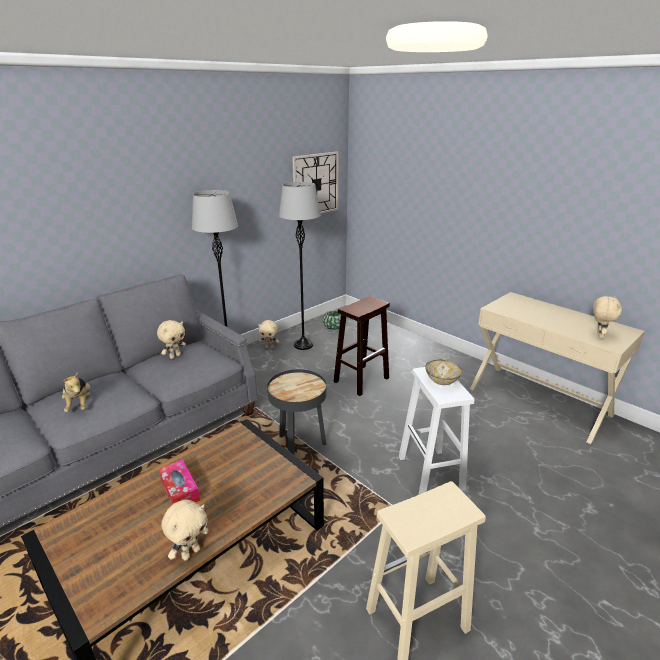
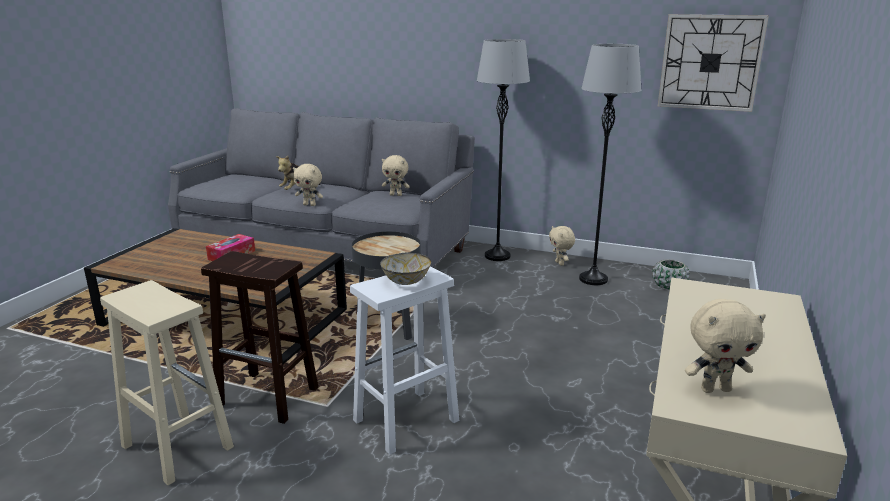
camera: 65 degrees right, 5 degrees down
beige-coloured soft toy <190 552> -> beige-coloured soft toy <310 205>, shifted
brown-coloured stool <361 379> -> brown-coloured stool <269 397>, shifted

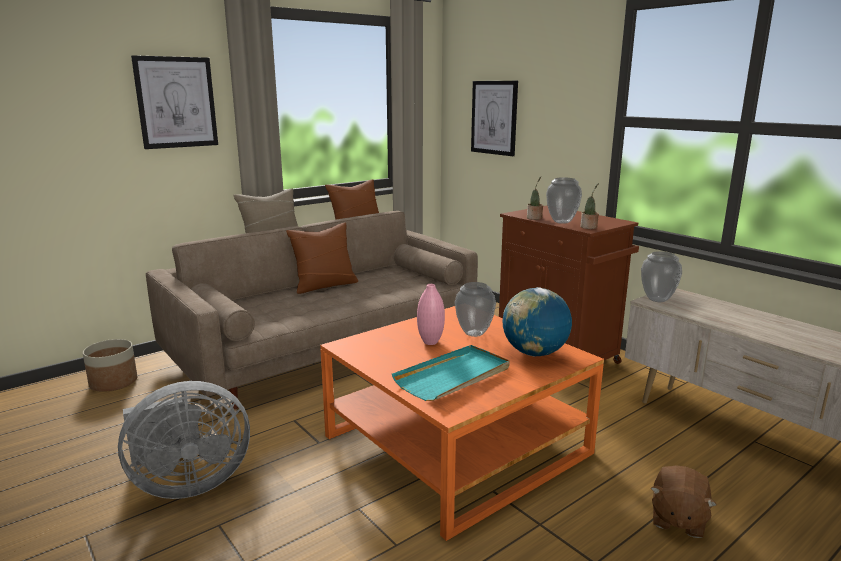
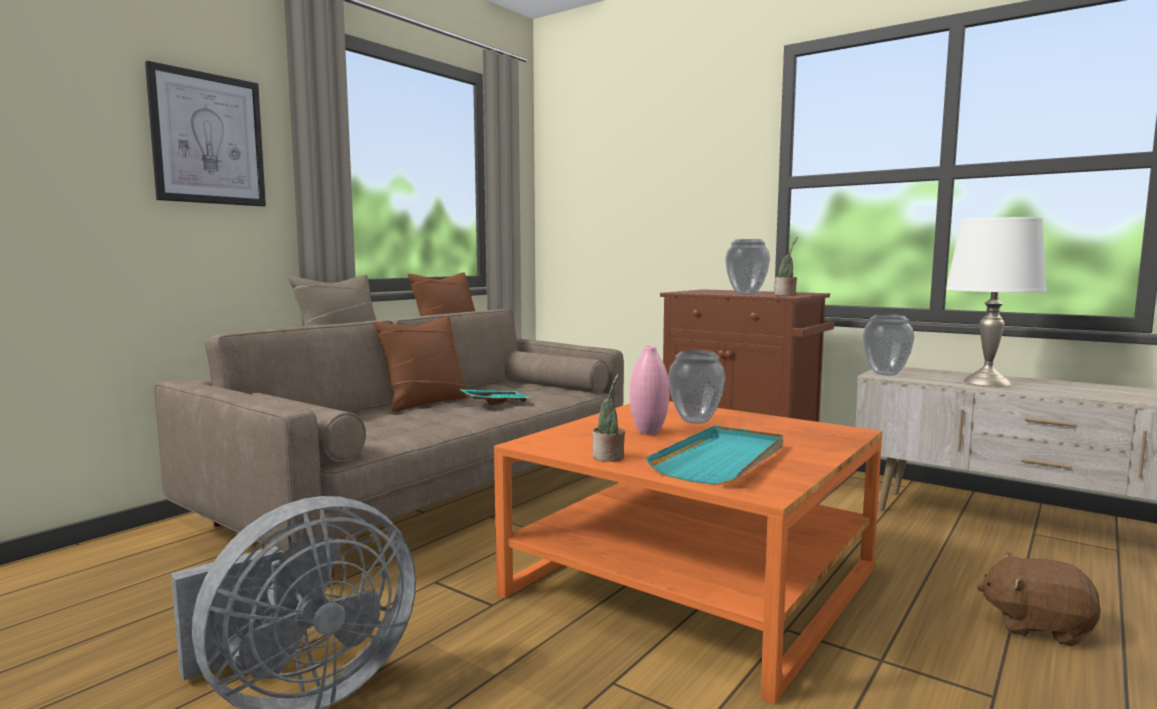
camera: 15 degrees left, 10 degrees down
flower pot <114 382> -> none
wall art <494 117> -> none
world globe <534 353> -> none
none -> turquoise-coloured carrying tray <494 403>
none -> whitish tabletop lamp <986 382>
potted plant <534 218> -> potted plant <609 458>, shifted
brown-coloured soft toy <677 519> -> brown-coloured soft toy <1037 626>, 105 degrees clockwise

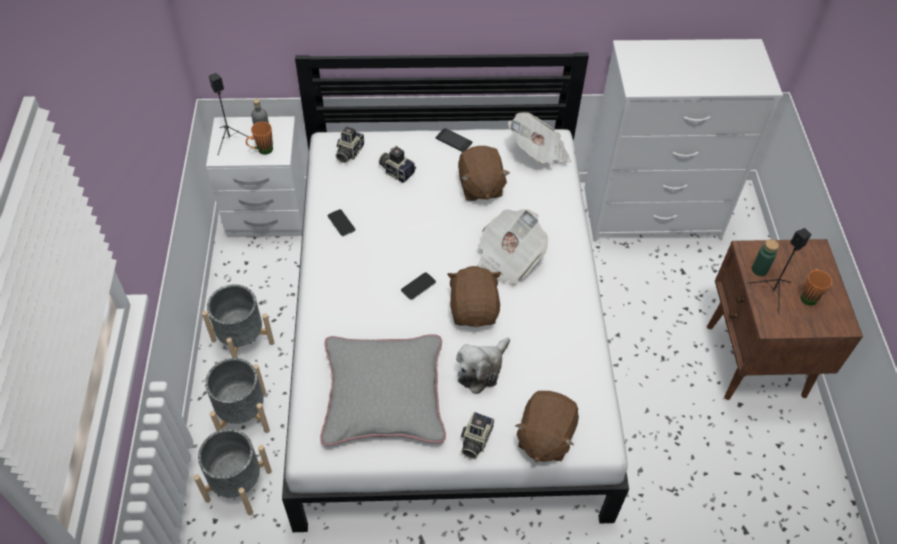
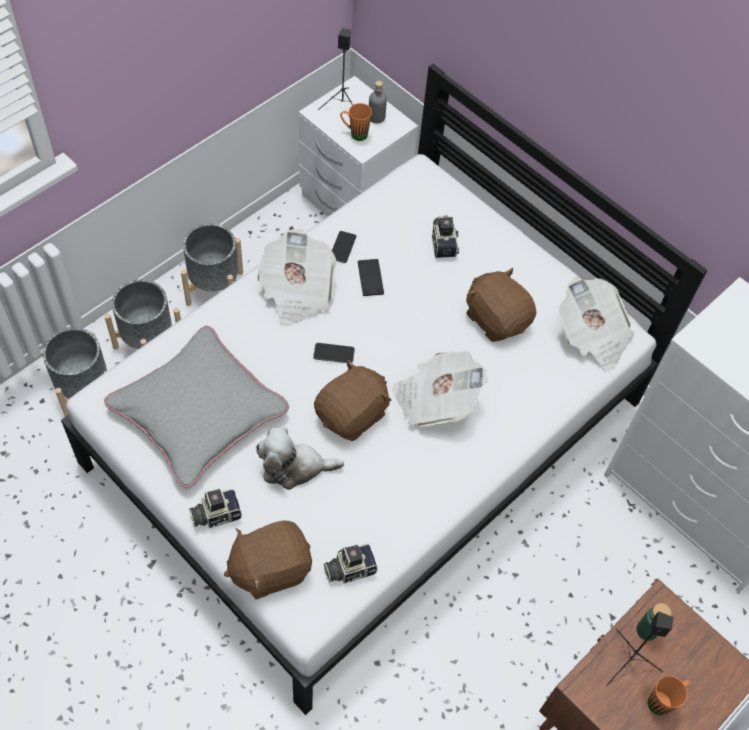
camera: 45 degrees right, 5 degrees up
none -> printed paper <297 291>
photo camera <348 152> -> photo camera <349 568>, shifted
telephone <453 140> -> telephone <370 278>, shifted
brown-coloured soft toy <480 187> -> brown-coloured soft toy <497 319>, 105 degrees clockwise

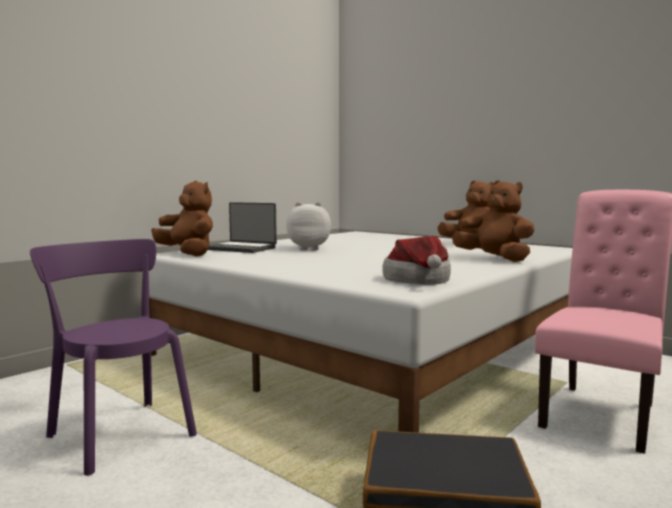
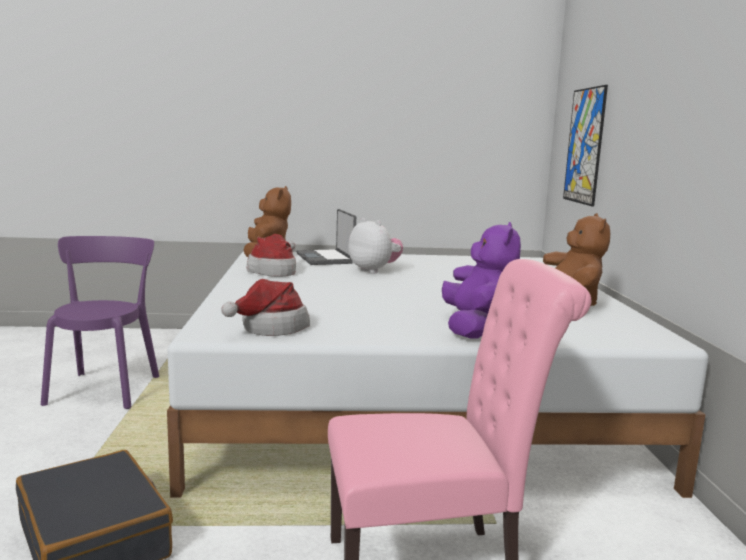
camera: 45 degrees right, 5 degrees up
none -> hat <274 271>
none -> wall art <584 146>
brown-coloured soft toy <495 259> -> purple soft toy <475 328>

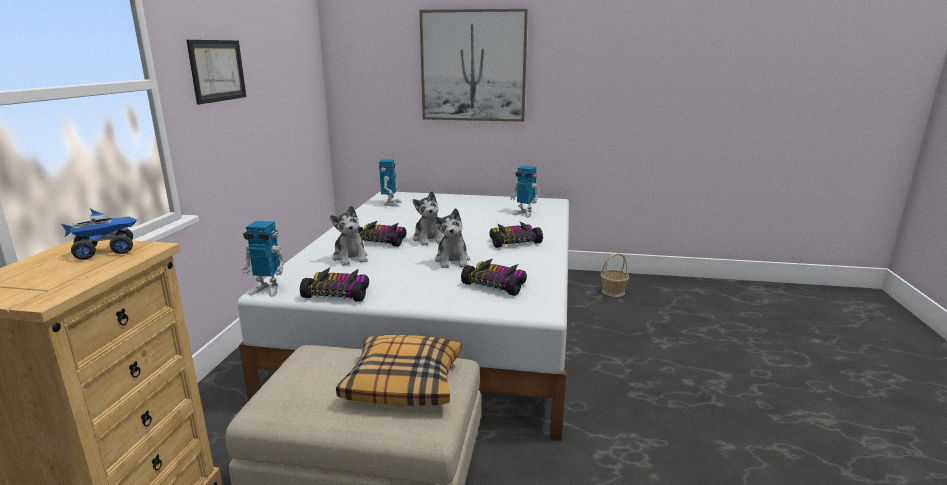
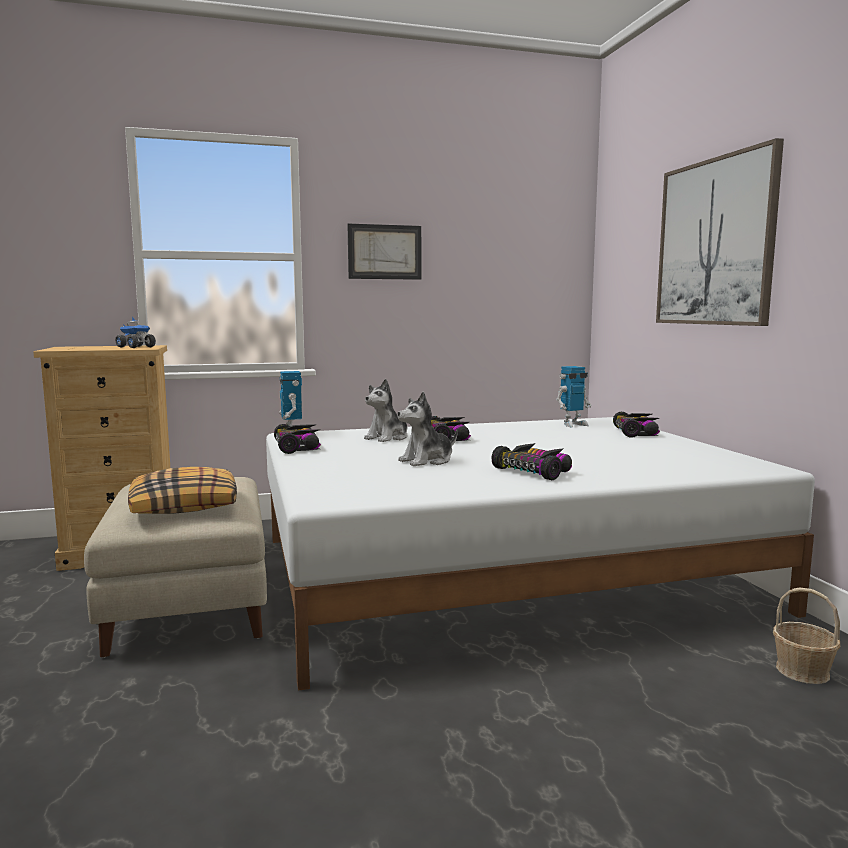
camera: 65 degrees right, 10 degrees down
soft toy <429 239> -> none
robot figure <524 214> -> none
toy car <496 285> -> toy car <636 433>, shifted

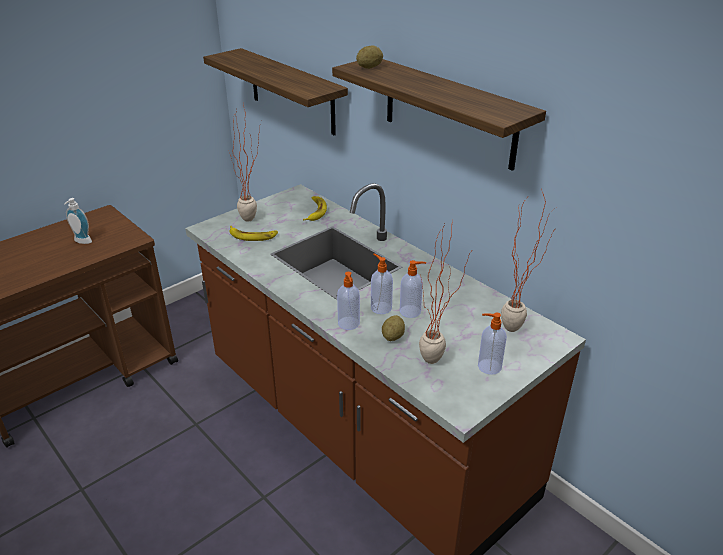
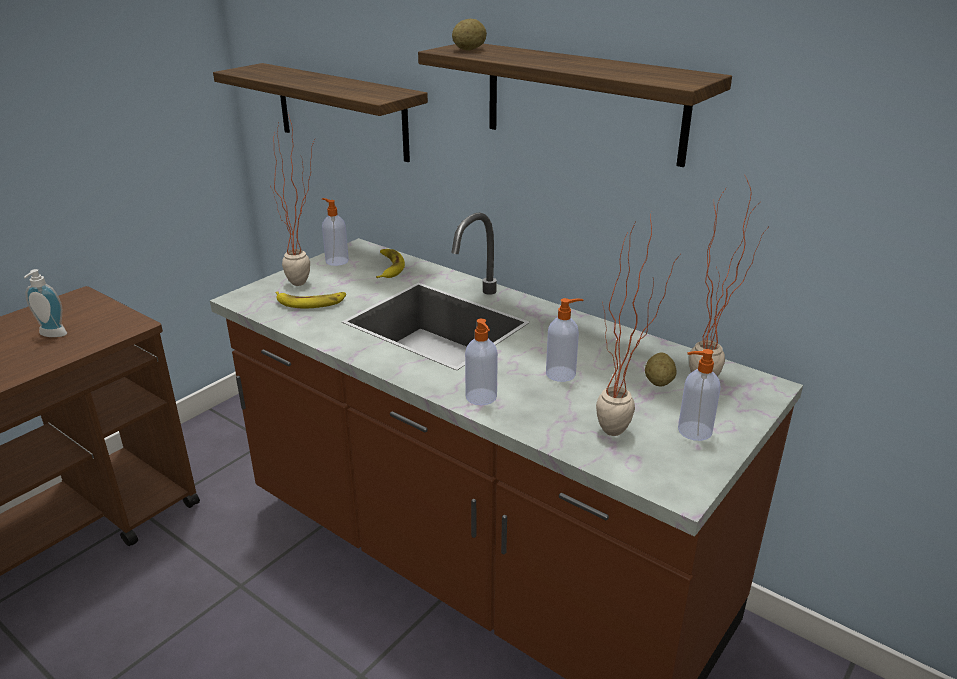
camera: 10 degrees left, 5 degrees down
liquid soap bottle <380 307> -> liquid soap bottle <336 261>, shifted
whole potato <393 336> -> whole potato <659 382>, shifted

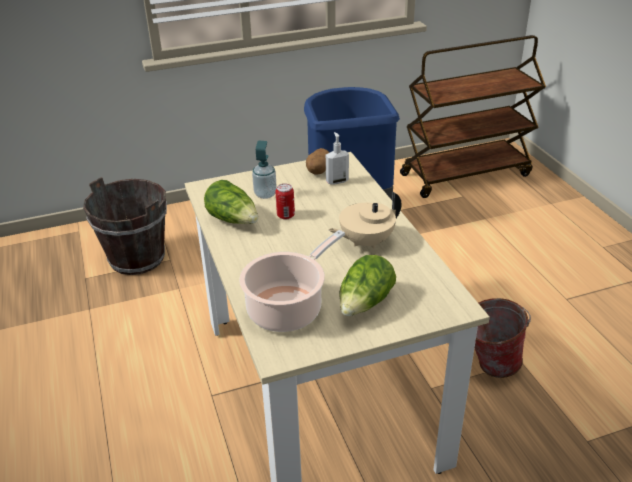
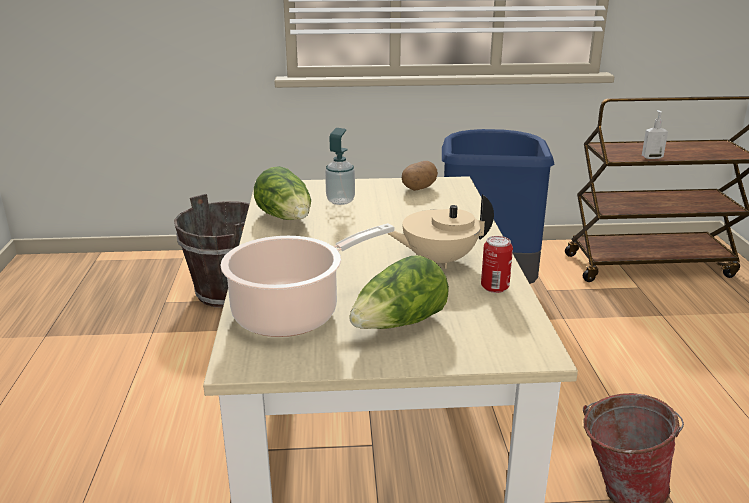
camera: 15 degrees right, 10 degrees down
can <285 215> -> can <494 287>, shifted
liquid soap bottle <337 181> -> liquid soap bottle <651 157>, shifted

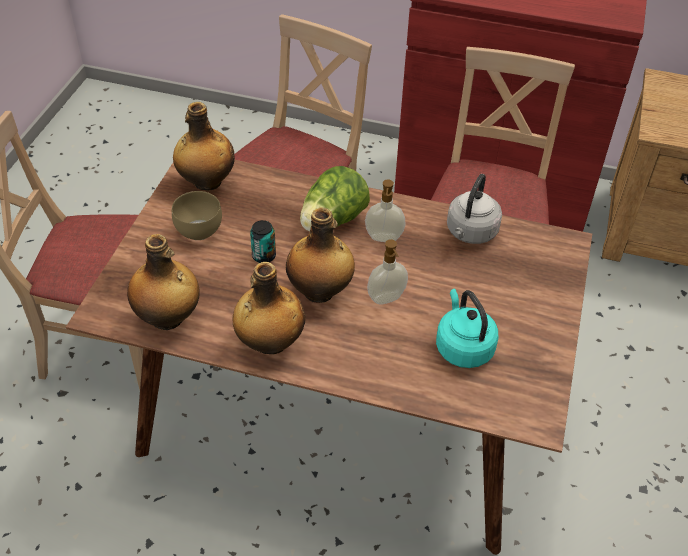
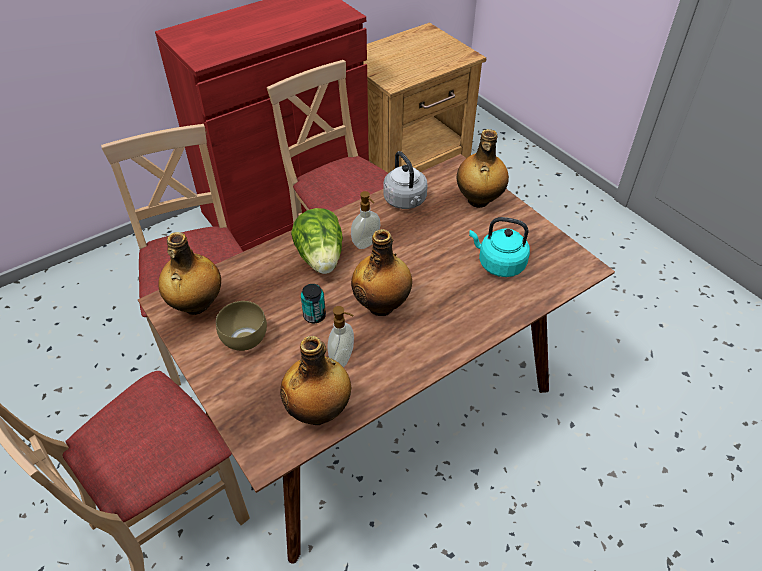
camera: 50 degrees left, 0 degrees up
bottle <269 343> -> bottle <478 200>, shifted
liquid soap bottle <386 299> -> liquid soap bottle <343 358>, shifted

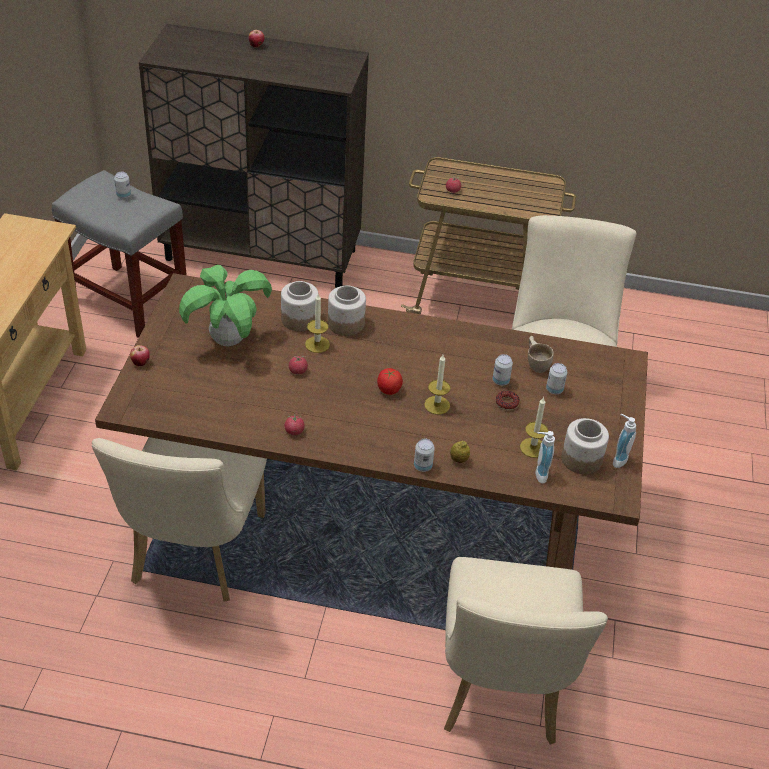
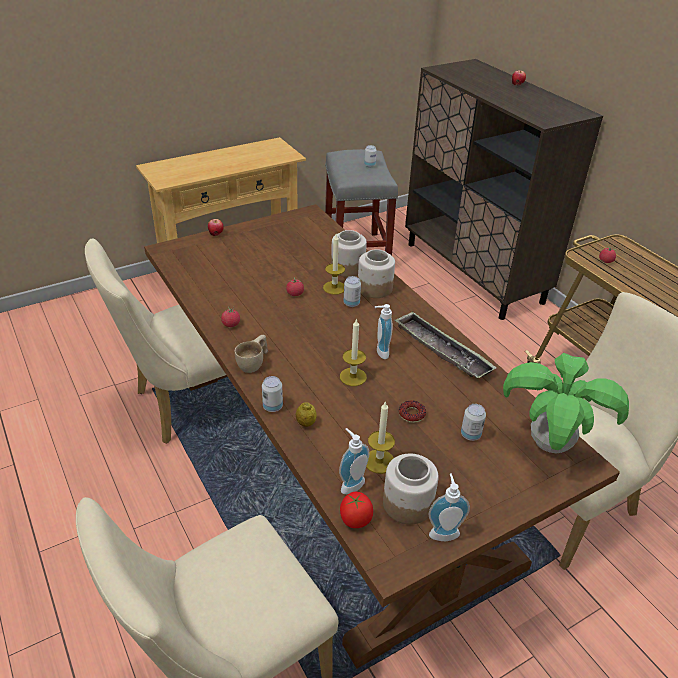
camera: 50 degrees right, 5 degrees down
none -> liquid soap bottle <380 352>
none -> carrying tray <442 350>
potted plant <228 340> -> potted plant <550 444>, shifted
fresh tomato <388 390> -> fresh tomato <355 520>, shifted
can <500 381> -> can <351 303>, shifted
beige-coloured drinking cup <536 363> -> beige-coloured drinking cup <254 363>, shifted

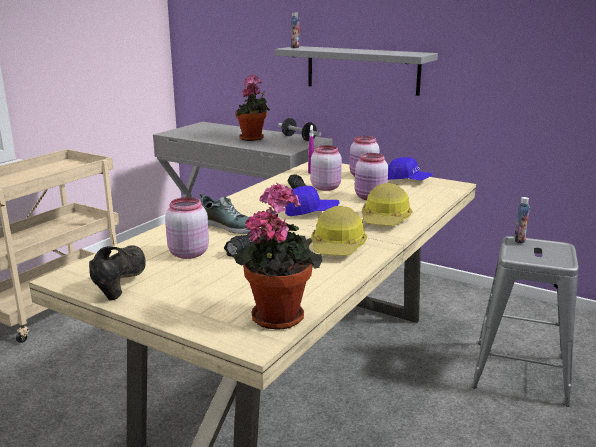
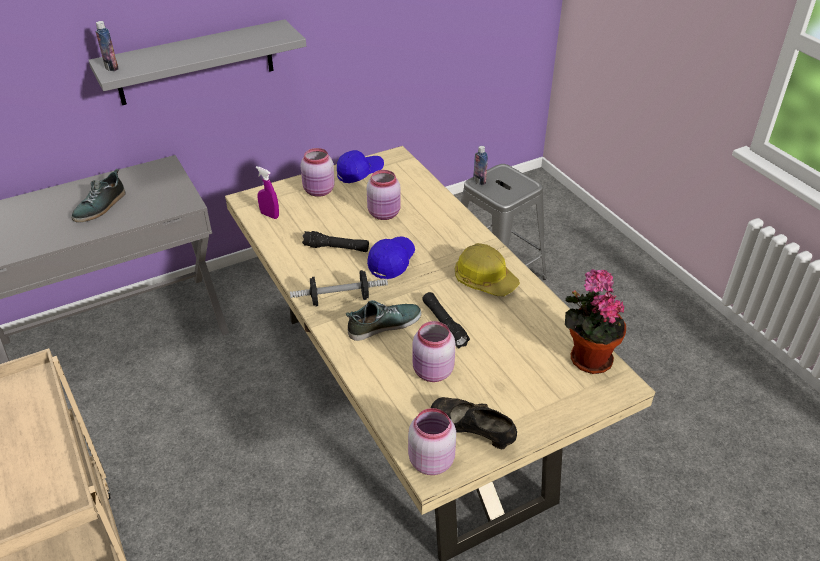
camera: 60 degrees left, 20 degrees up
hard hat <385 220> -> none
hand weight <299 138> -> hand weight <340 299>, shifted
pink-coloured storage jar <326 187> -> pink-coloured storage jar <430 460>, shifted
potted plant <253 139> -> low shoe <100 206>

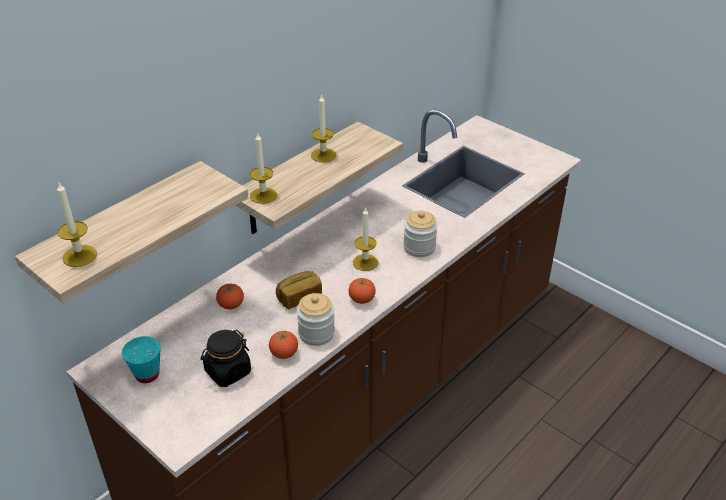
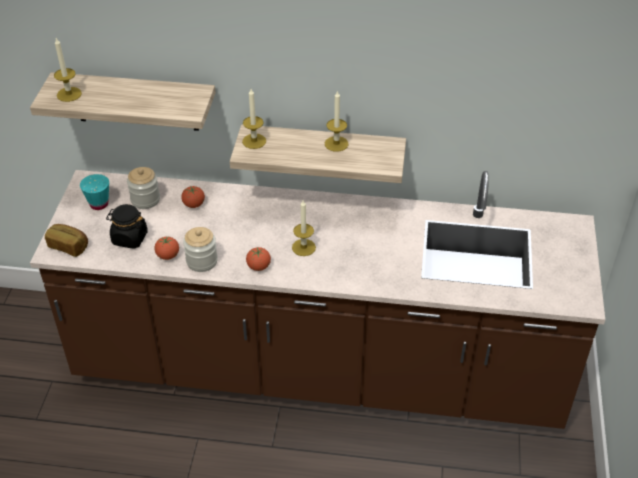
camera: 55 degrees right, 5 degrees up
baked bread <299 297> -> baked bread <69 246>, shifted
storage jar <419 247> -> storage jar <145 200>, shifted

